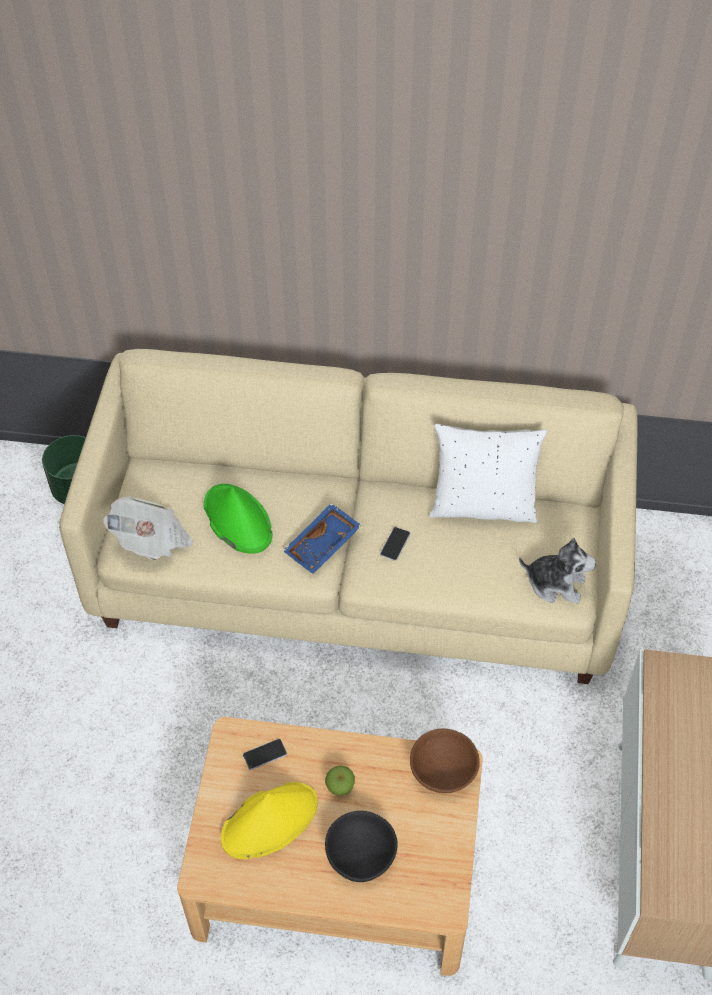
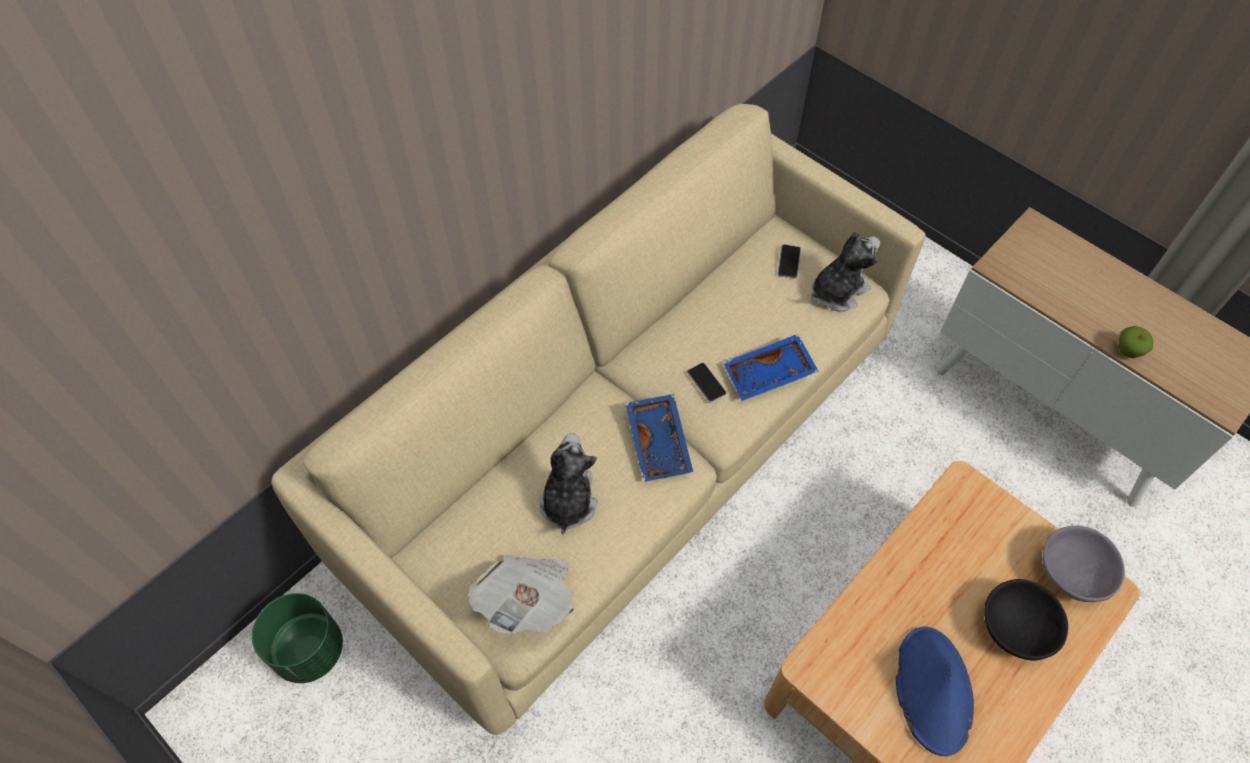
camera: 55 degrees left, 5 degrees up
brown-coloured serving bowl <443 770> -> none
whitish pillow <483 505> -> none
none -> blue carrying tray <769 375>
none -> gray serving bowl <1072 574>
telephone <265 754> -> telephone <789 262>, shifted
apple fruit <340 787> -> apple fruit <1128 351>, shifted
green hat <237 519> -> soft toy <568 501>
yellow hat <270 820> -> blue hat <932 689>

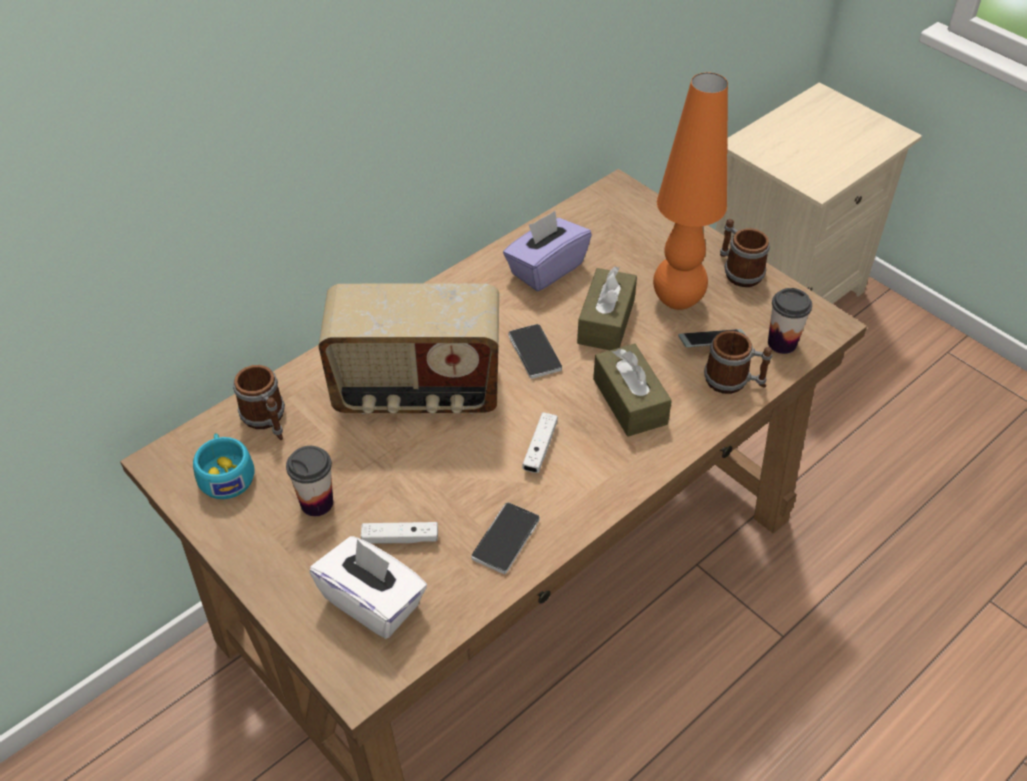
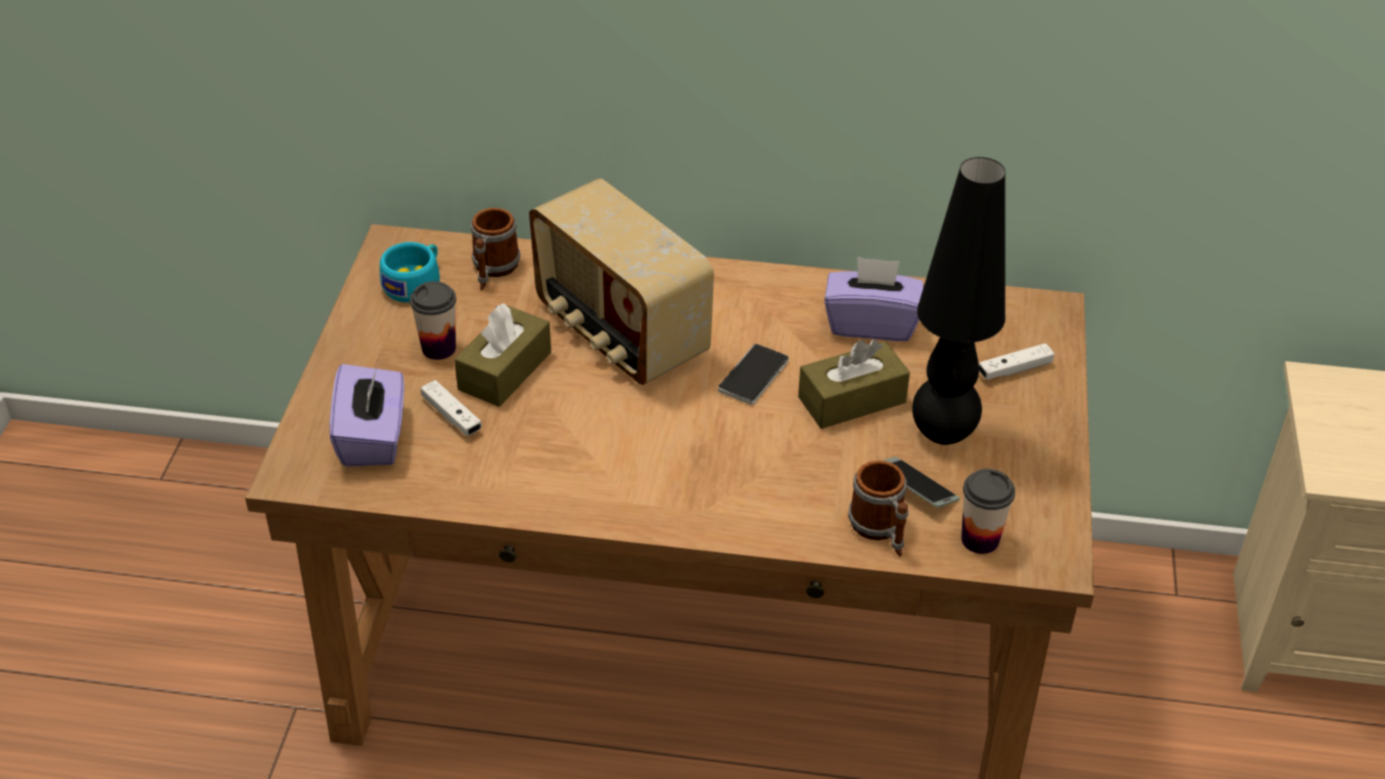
camera: 50 degrees right, 5 degrees down
telephone <506 539> -> none
mug <738 271> -> none
whitish gamepad <540 448> -> whitish gamepad <1014 369>, shifted
brown-coloured box of tissues <629 401> -> brown-coloured box of tissues <505 371>, shifted
whitish box of tissues <373 602> -> purple box of tissues <373 438>
orangey tabletop lamp <677 301> -> black tabletop lamp <942 433>

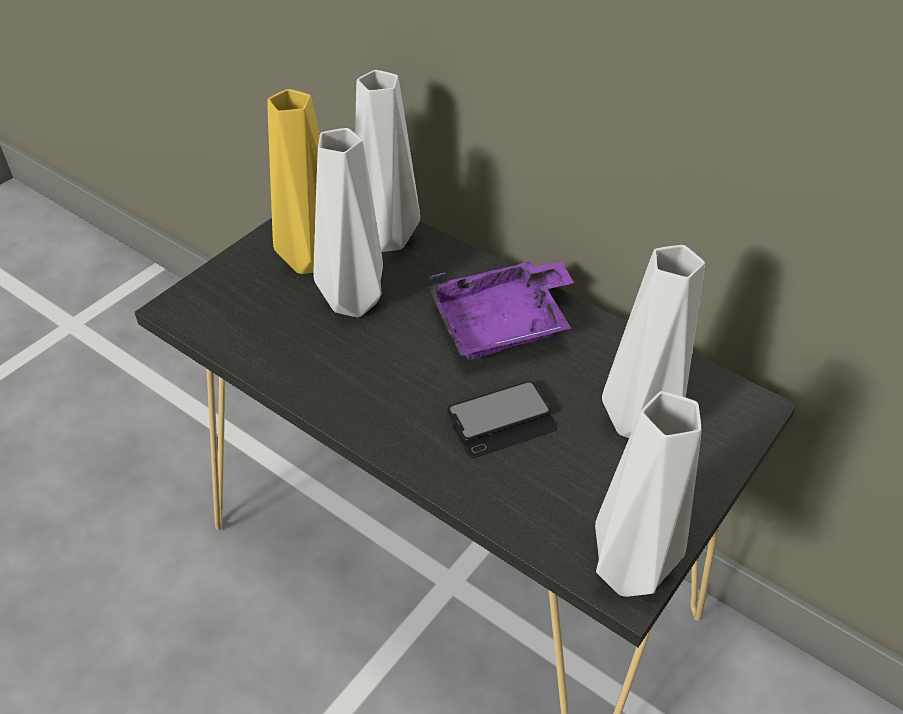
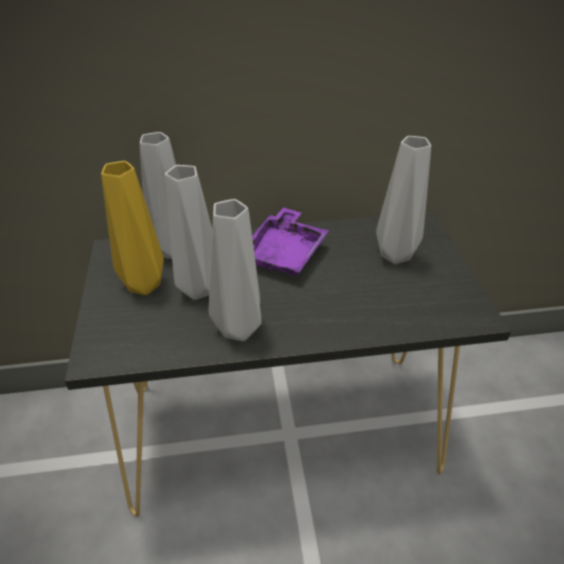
camera: 45 degrees left, 5 degrees down
telephone <502 421> -> none
gray decorative vase <633 572> -> gray decorative vase <240 328>, shifted

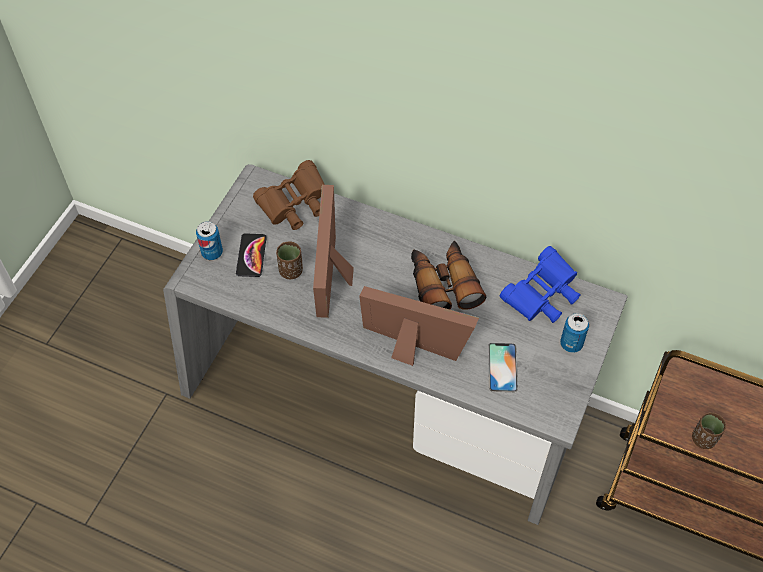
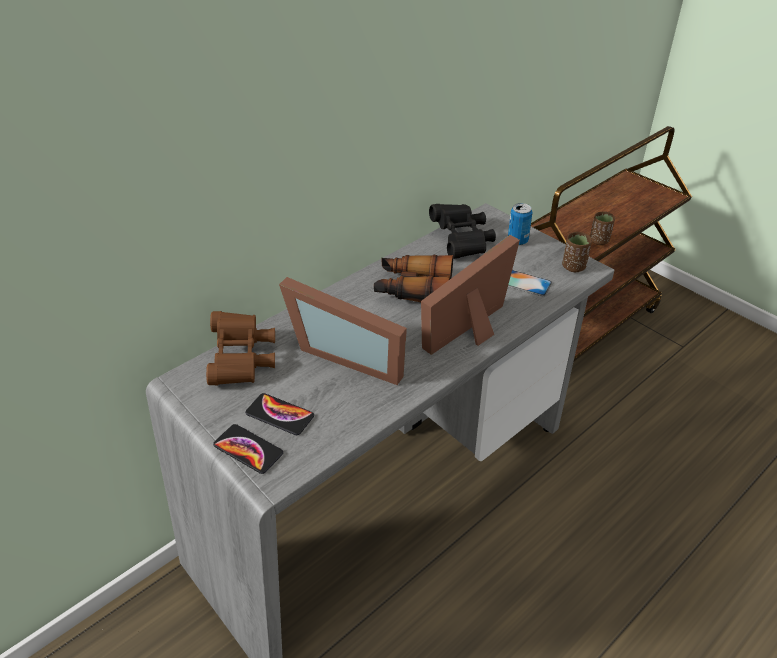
camera: 65 degrees left, 15 degrees down
brown-coloured drinking cup <291 271> -> brown-coloured drinking cup <573 267>, shifted
can <212 252> -> telephone <248 449>
blue field glasses <541 297> -> black field glasses <462 241>

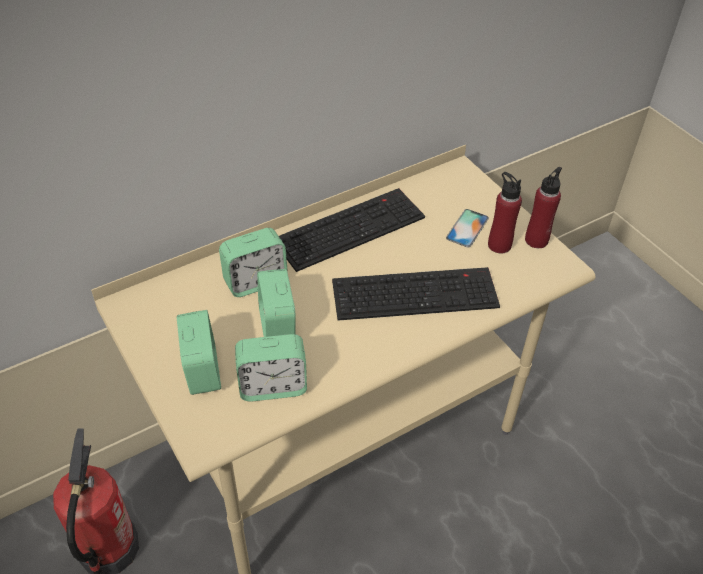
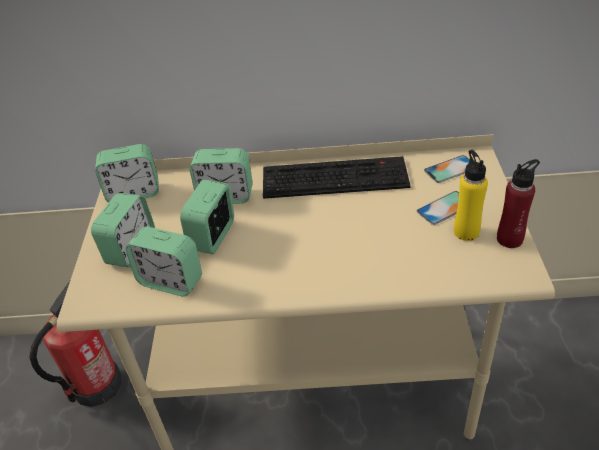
camera: 35 degrees right, 5 degrees down
computer keyboard <416 292> -> none
none -> table clock <134 193>
none -> telephone <450 169>
red bottle <499 245> -> yellow bottle <466 232>

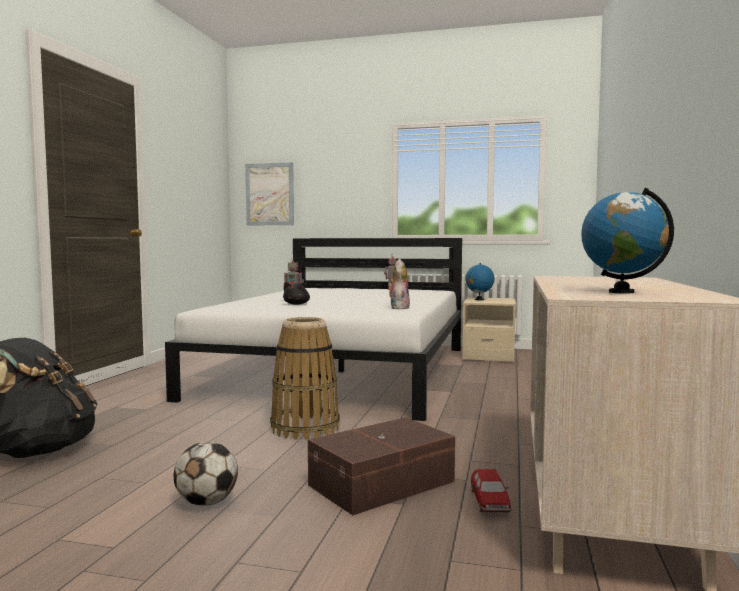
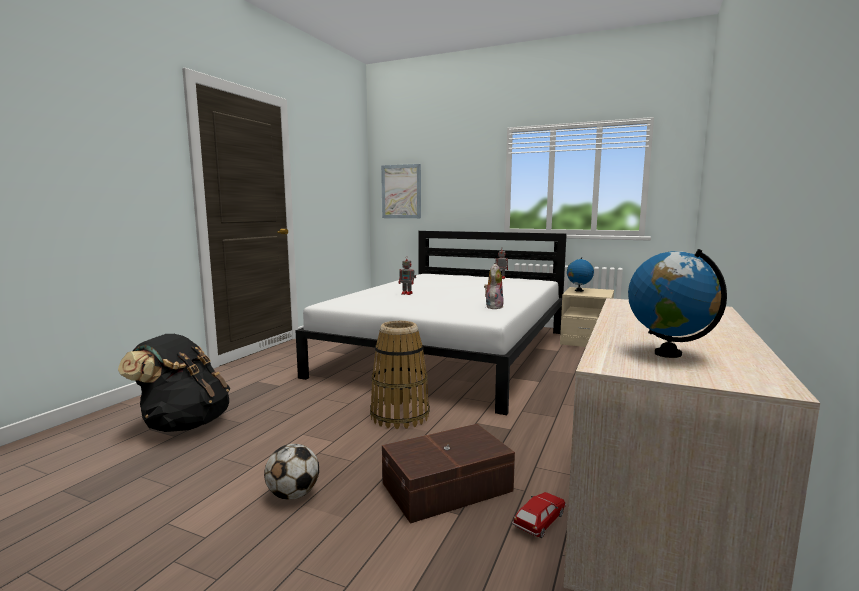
camera: 10 degrees right, 5 degrees up
black soft toy <297 304> -> none
toy car <490 501> -> toy car <540 520>, 150 degrees counterclockwise

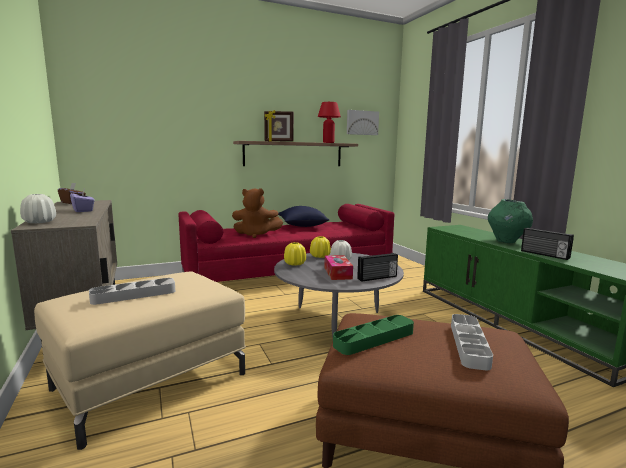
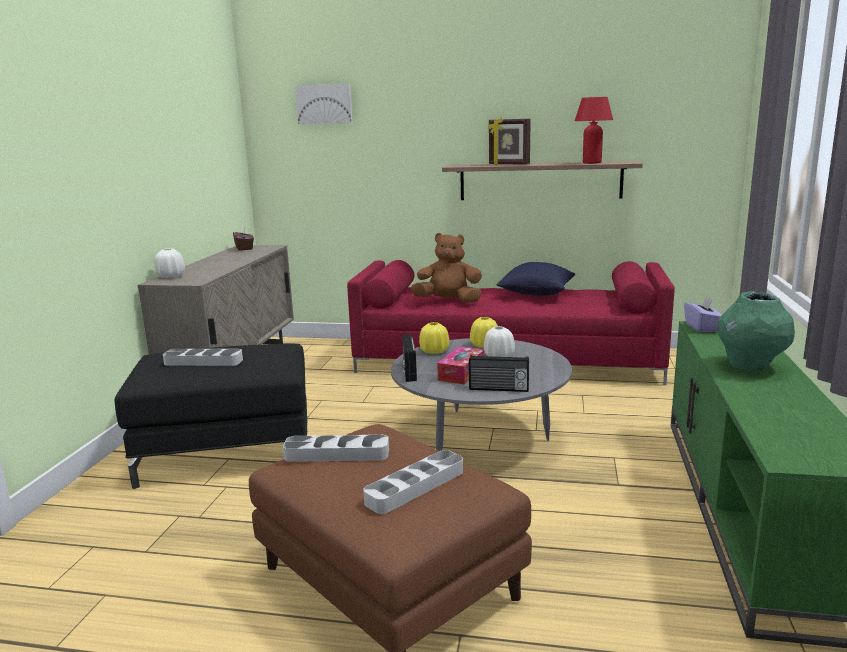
camera: 35 degrees right, 5 degrees up
purple box of tissues <83 210> -> purple box of tissues <702 327>, shifted
wall art <362 122> -> wall art <324 104>, shifted
radio set <544 254> -> radio set <408 371>, shifted
beige-coloured pouffe <150 382> -> black pouffe <227 452>
green carrying tray <374 338> -> gray carrying tray <336 454>
brown-coloured soft toy <256 235> -> brown-coloured soft toy <448 302>, 150 degrees clockwise

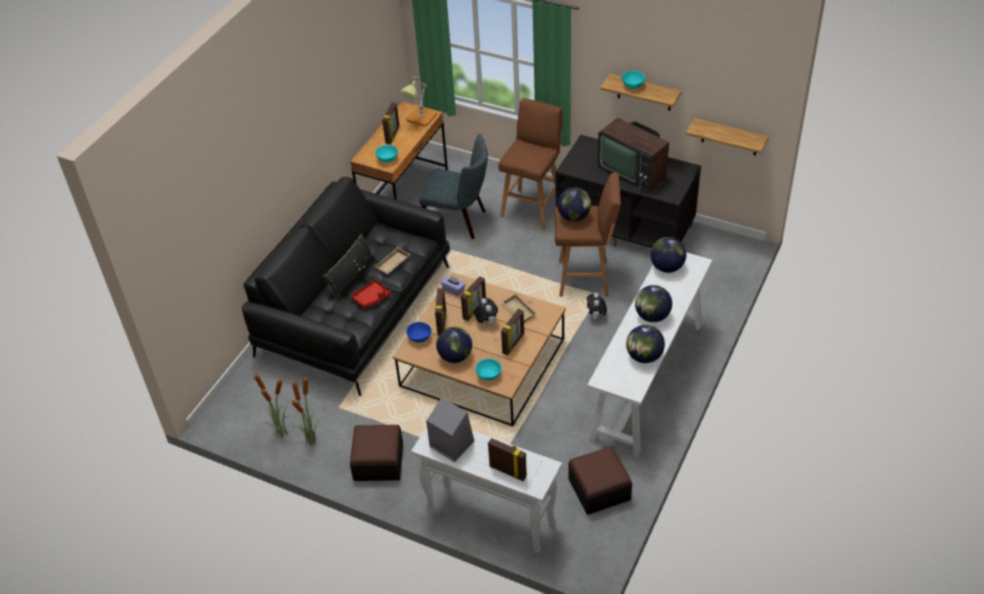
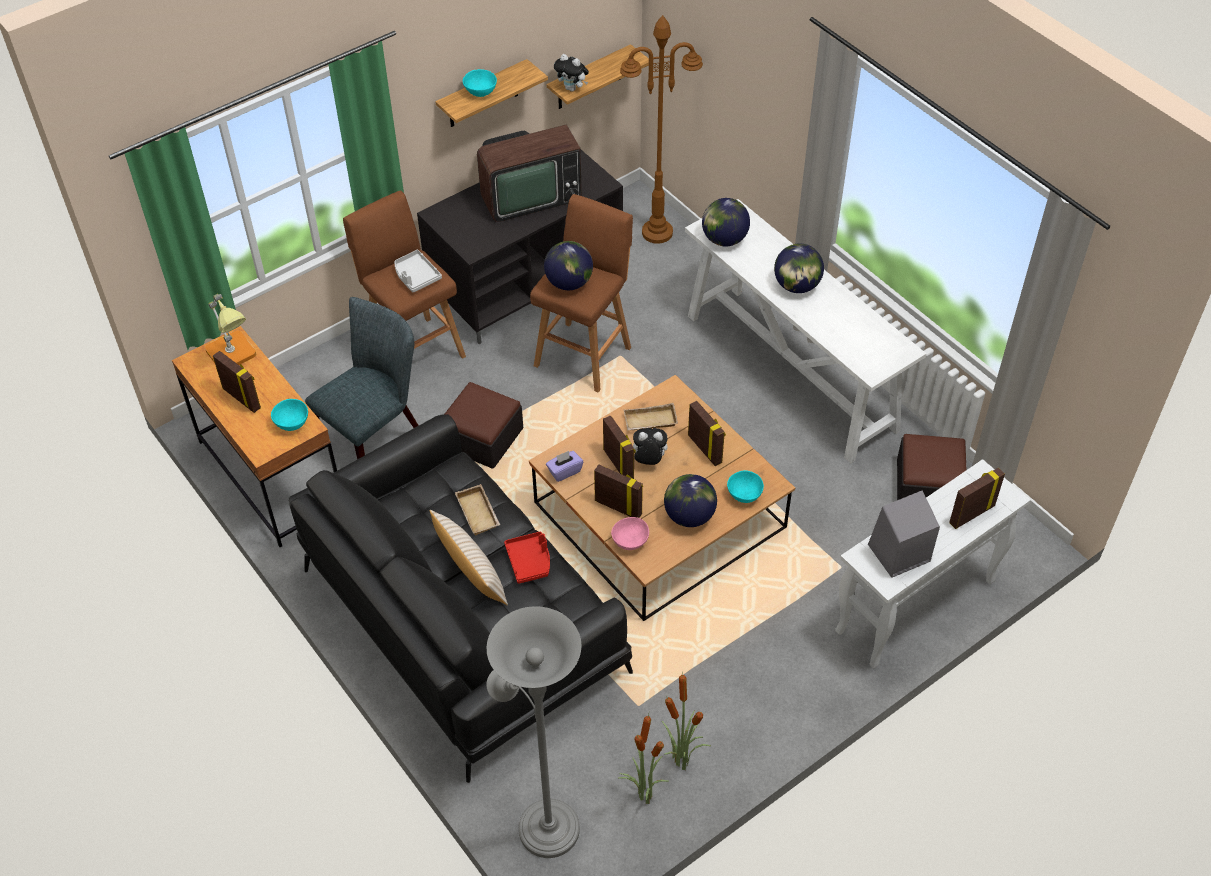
camera: 65 degrees left, 5 degrees up
world globe <644 356> -> none
none -> gray carrying tray <416 276>
none -> gray floor lamp <543 823>
none -> brown-coloured floor lamp <657 232>
pouffe <378 462> -> pouffe <482 437>, shifted
soft toy <596 316> -> soft toy <572 88>, shifted
black pillow <352 278> -> beige-coloured pillow <471 571>
blue serving bowl <419 338> -> pink-coloured serving bowl <631 542>

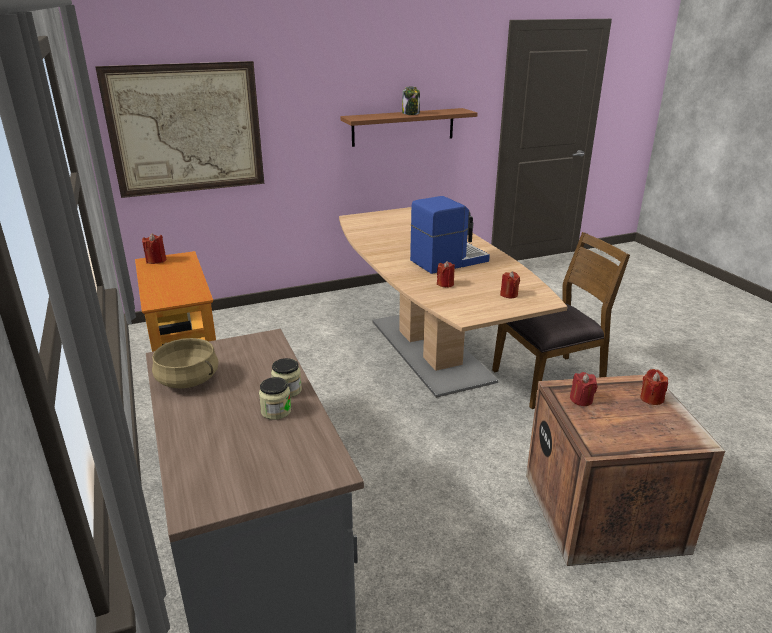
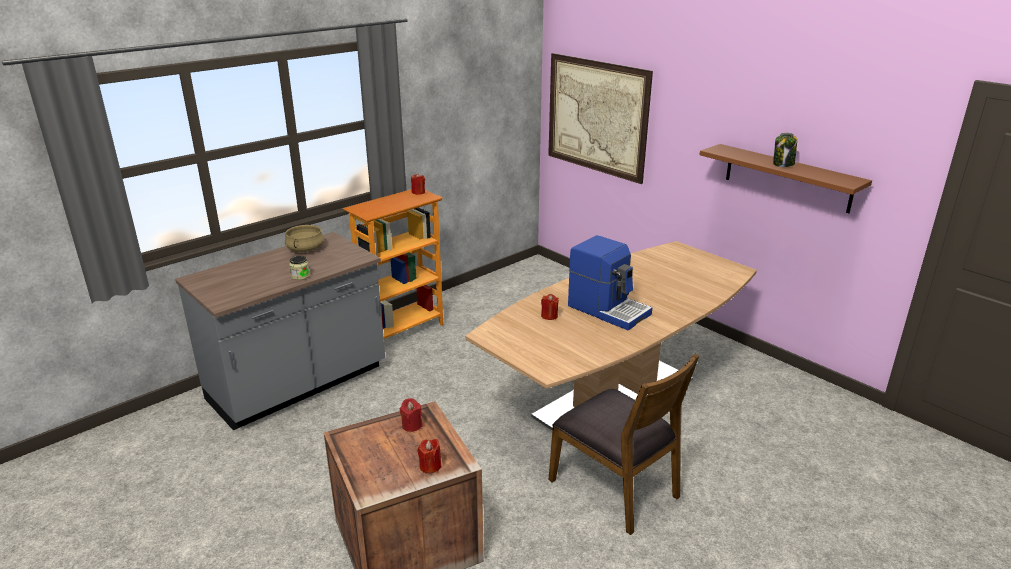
camera: 70 degrees right, 0 degrees up
storage jar <276 411> -> none
red wax light <509 295> -> none

